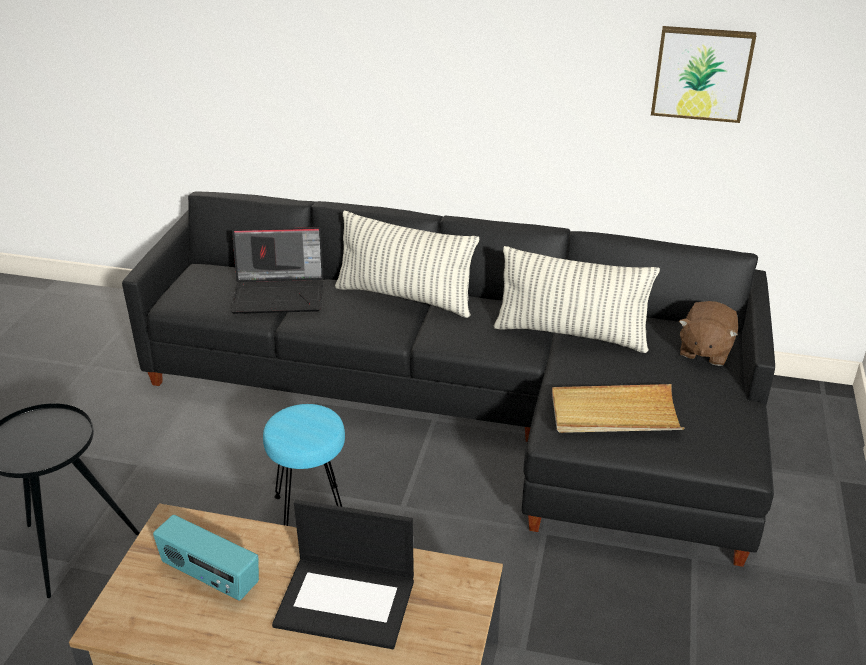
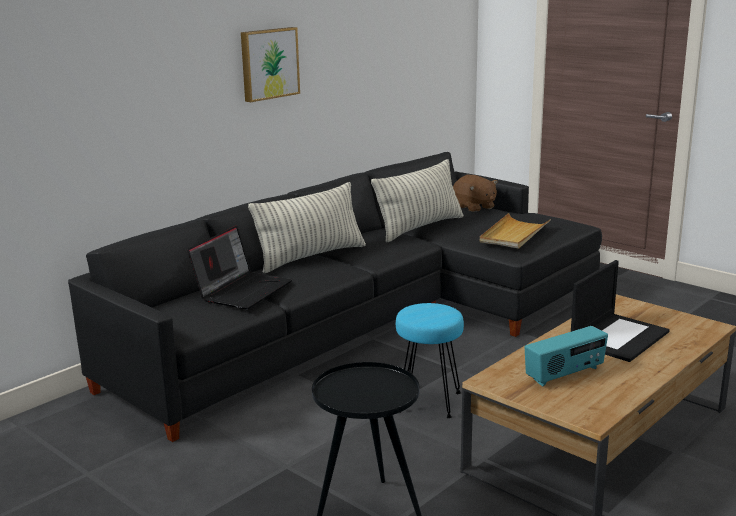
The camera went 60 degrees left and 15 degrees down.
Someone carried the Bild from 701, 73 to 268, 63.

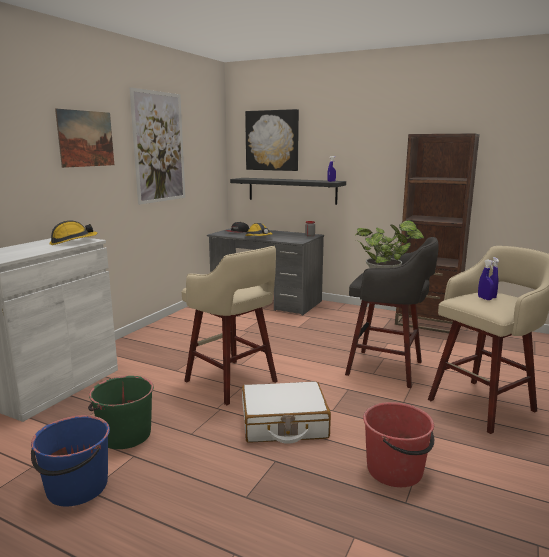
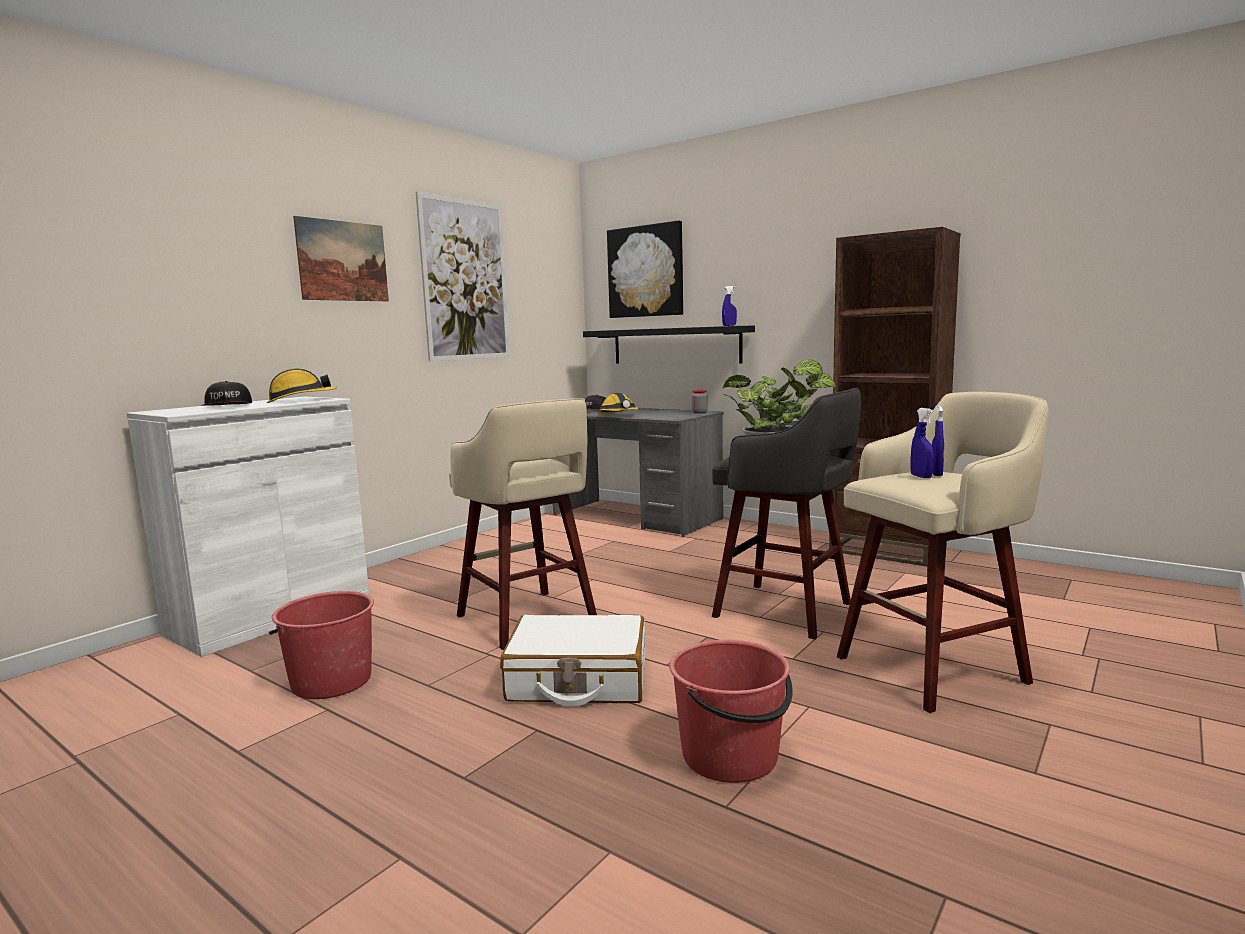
The camera went 10 degrees right and 5 degrees down.
Someone took away the Eimer/blau at 76, 488.
Someone put down the Kappe at 228, 407.
Someone repainted the Eimer/grün at 125, 435, which became the Eimer/rot at 330, 681.

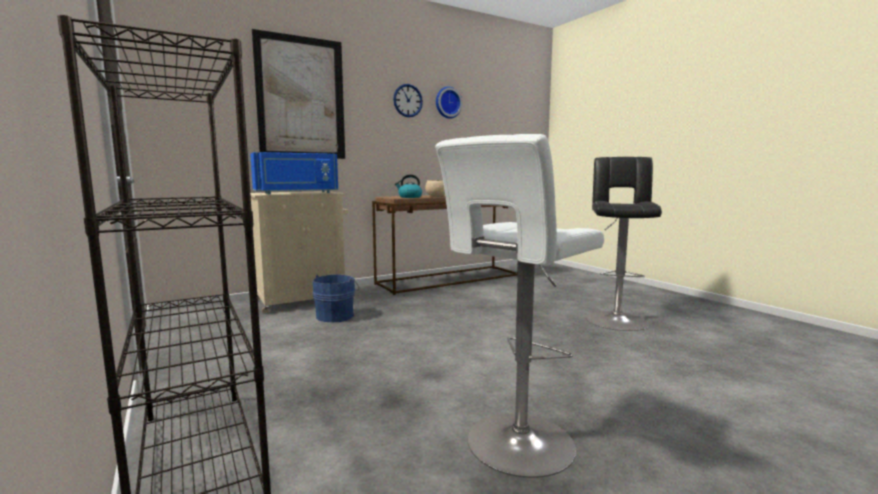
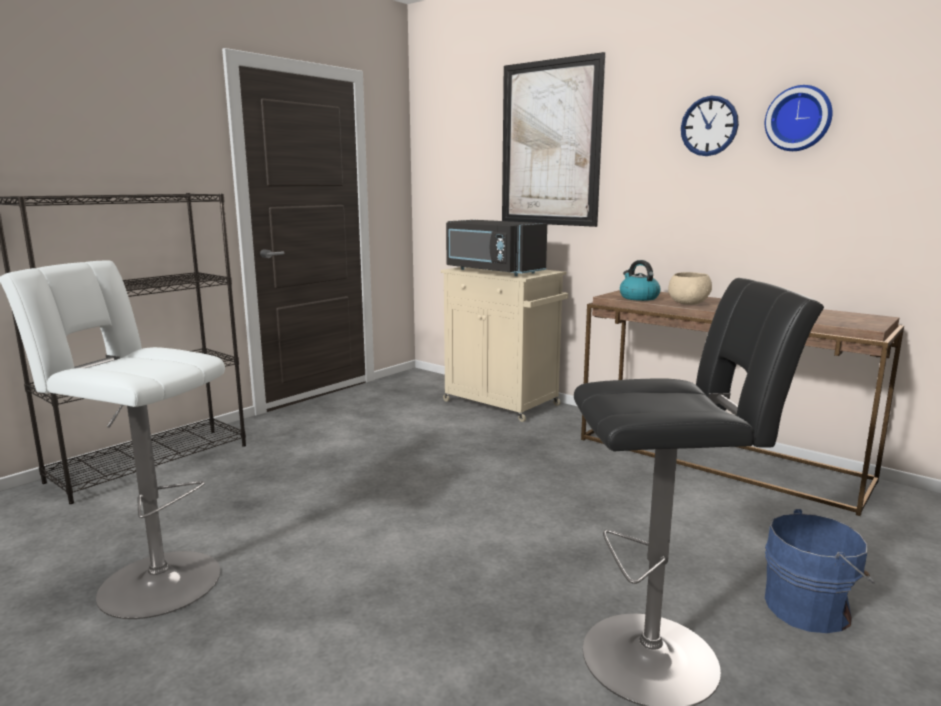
The camera went 70 degrees right and 5 degrees up.
Someone carried the Eimer/blau from 336, 316 to 811, 608.
Someone repainted the Mikrowelle/blau at 296, 193, which became the Mikrowelle/schwarz at 492, 271.

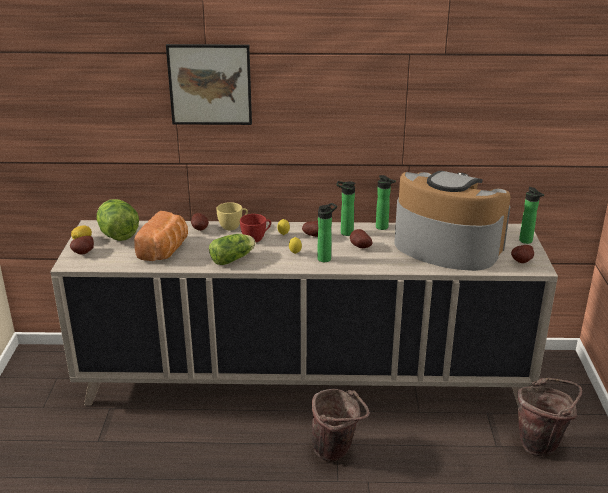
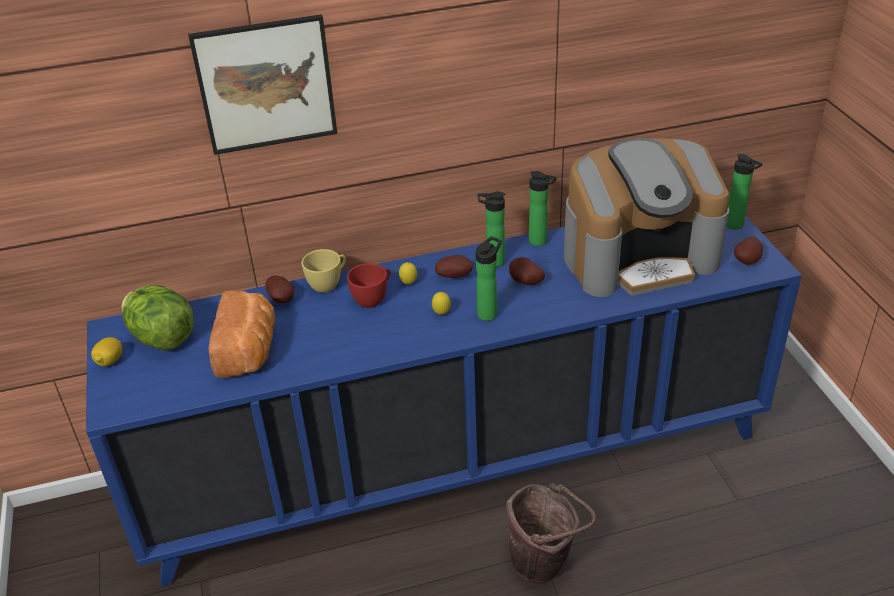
The camera went 15 degrees left and 10 degrees up.
Someone took away the Kartoffel at 84, 253.
Someone took away the Salatkopf at 234, 258.
Someone took away the Eimer/braun at 541, 444.
Someone repainted the Schrank/beige at 304, 380, which became the Schrank/blau at 455, 463.
Someone rotated the Kaffeemaschine at 446, 247 by 150 degrees clockwise.

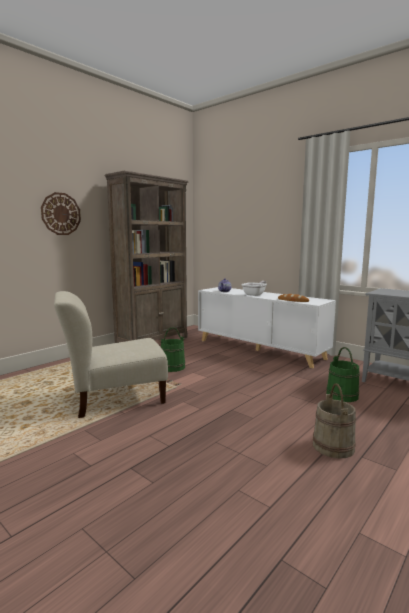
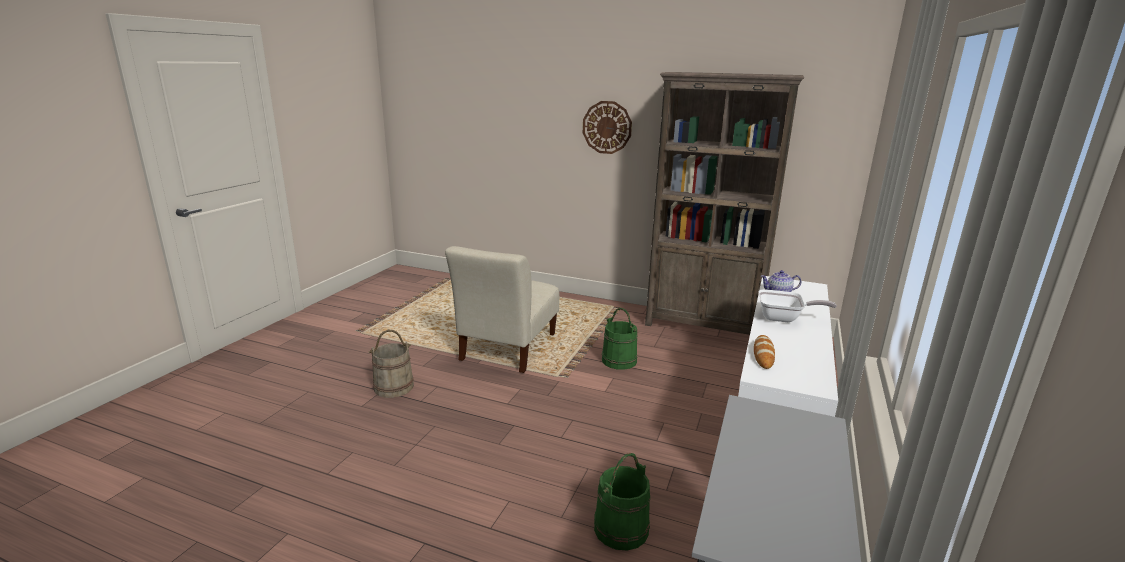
The camera went 70 degrees right and 10 degrees up.
Someone carried the Eimer/beige from 333, 446 to 393, 387.
Someone rotated the Stuhl/beige at 114, 398 by 120 degrees counterclockwise.

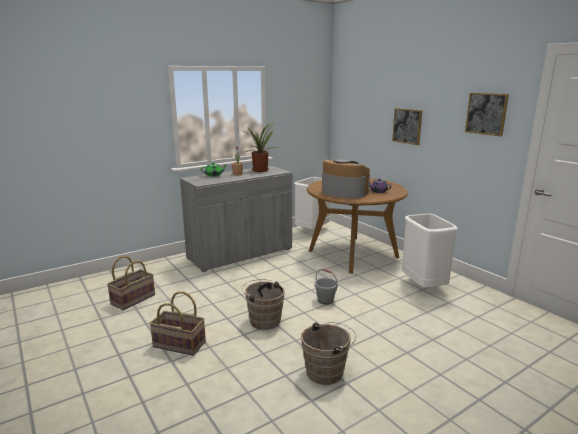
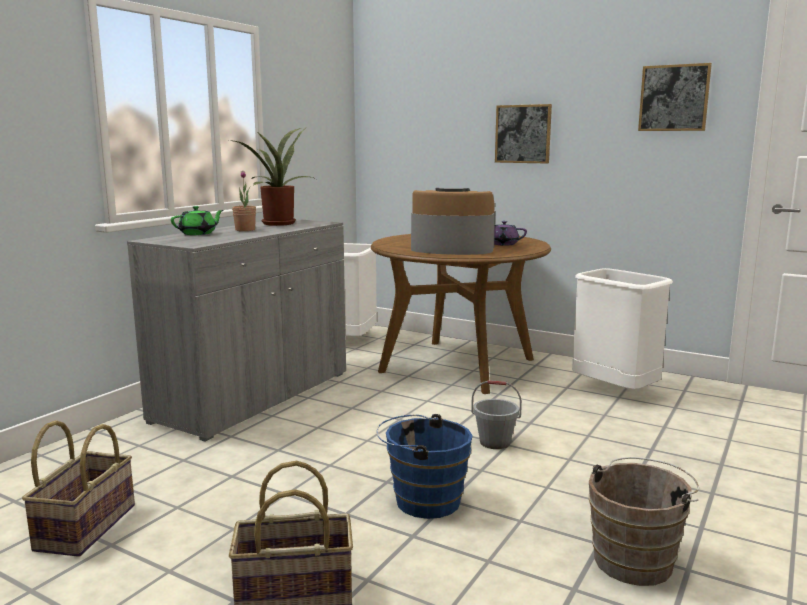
The camera went 25 degrees left and 5 degrees down.
Someone repainted the Eimer/braun at 263, 320, which became the Eimer/blau at 422, 500.

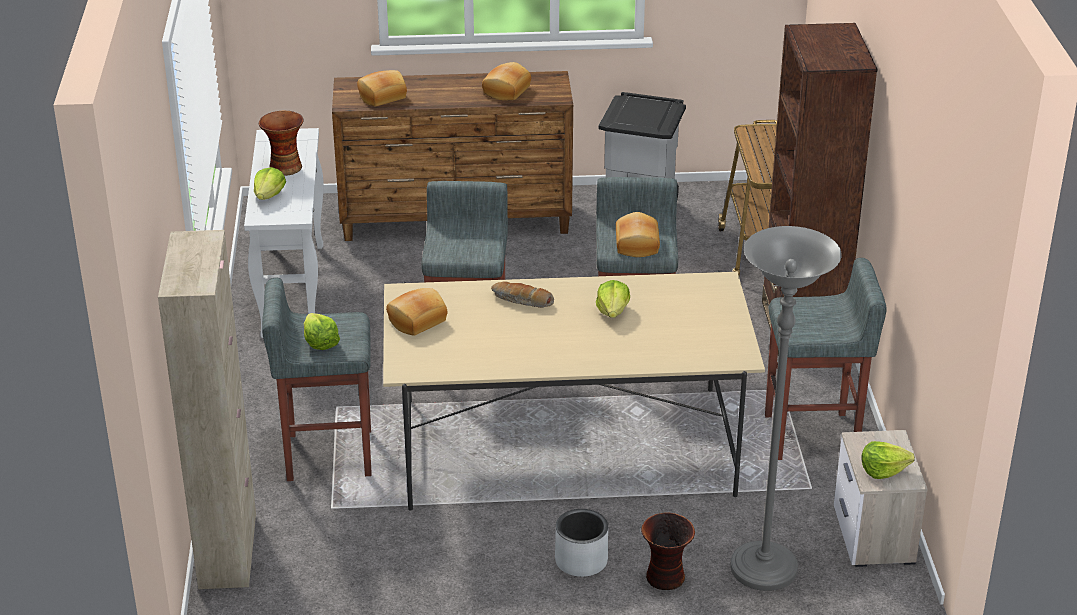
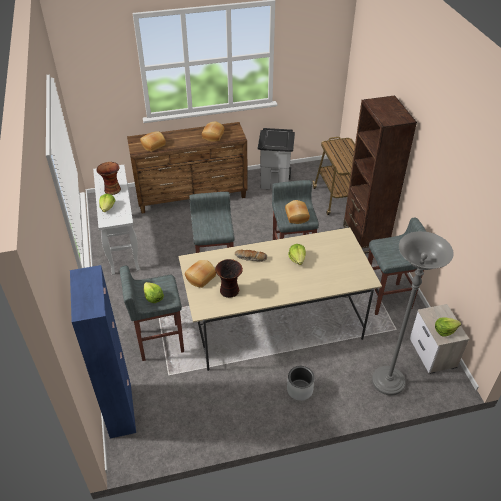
The camera went 10 degrees left and 10 degrees up.
Someone carried the Vase from 666, 578 to 229, 291.
Someone repainted the Schrank/beige at 228, 550, which became the Schrank/blau at 121, 410.

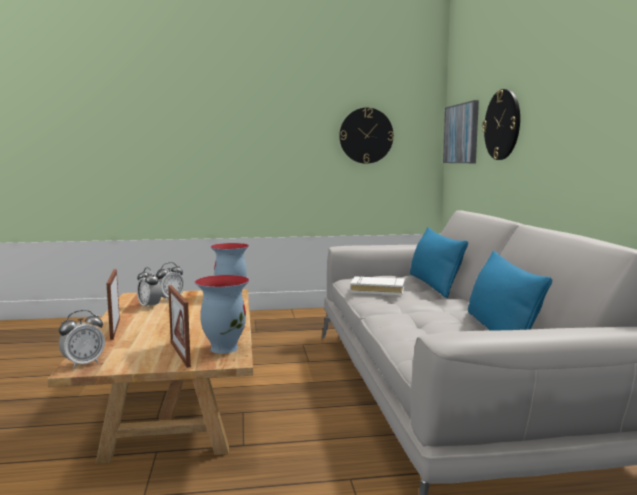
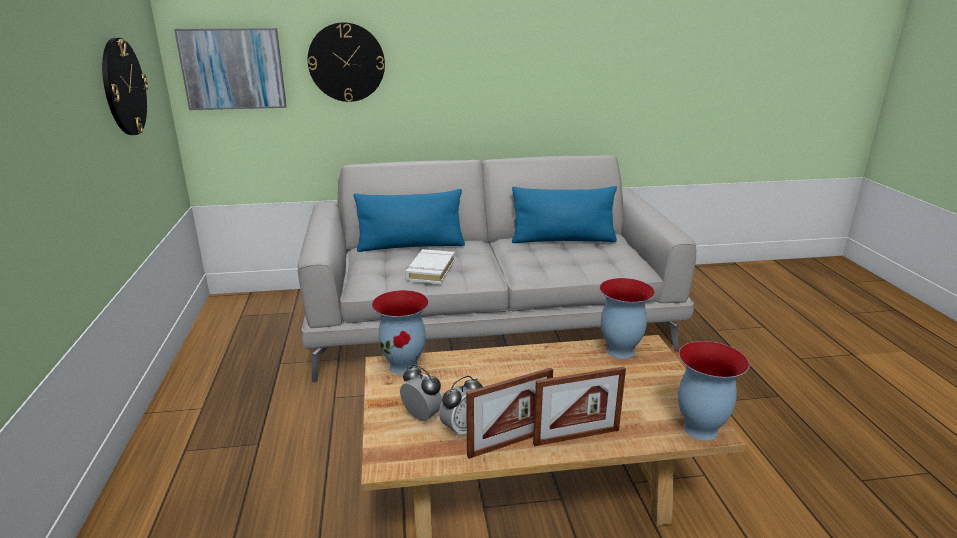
The camera went 90 degrees left and 15 degrees up.
Someone carried the Bilderrahmen from 180, 354 to 509, 443.
Someone swapped the Wecker at 83, 363 for the Vase at 699, 429.

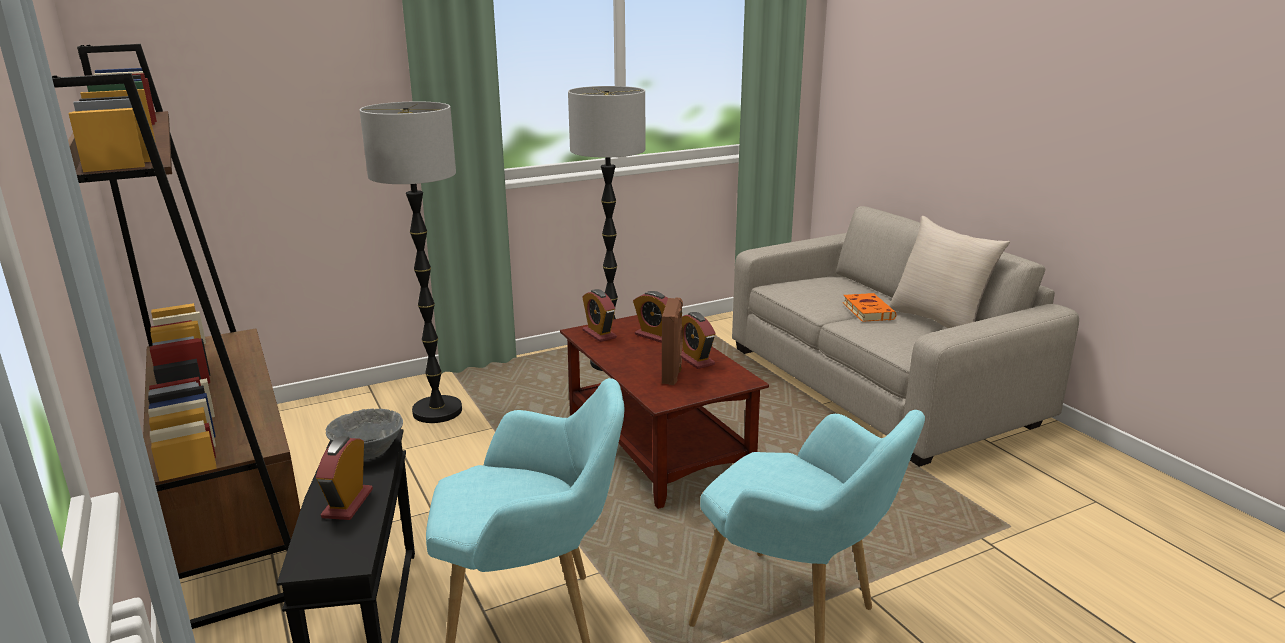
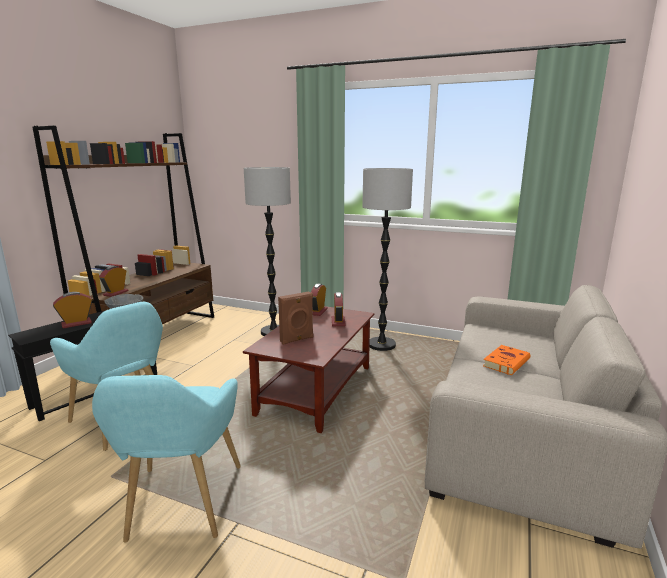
The camera went 50 degrees right and 5 degrees down.
Someone took away the Kissen/beige at 939, 322.
Someone carried the Wecker from 695, 360 to 116, 293.

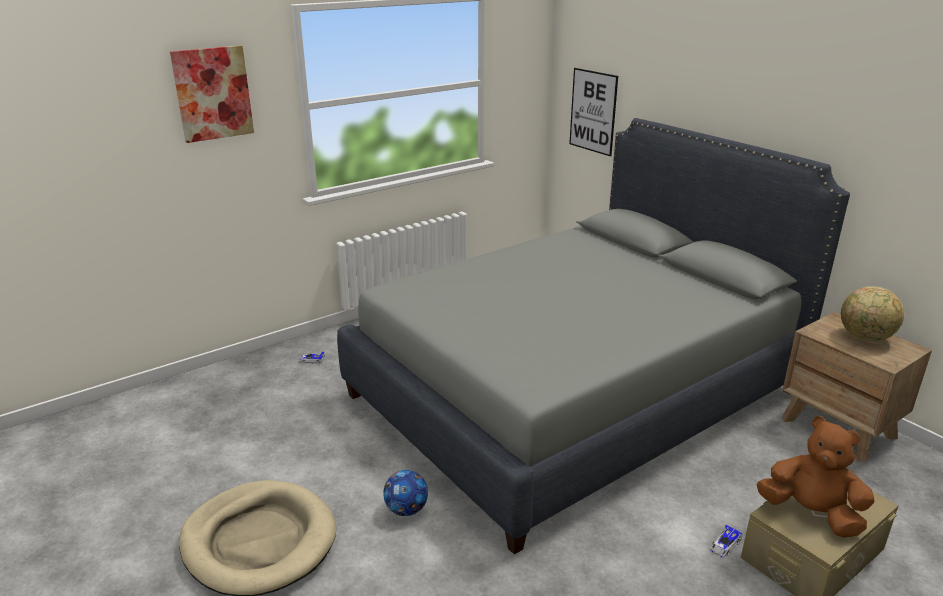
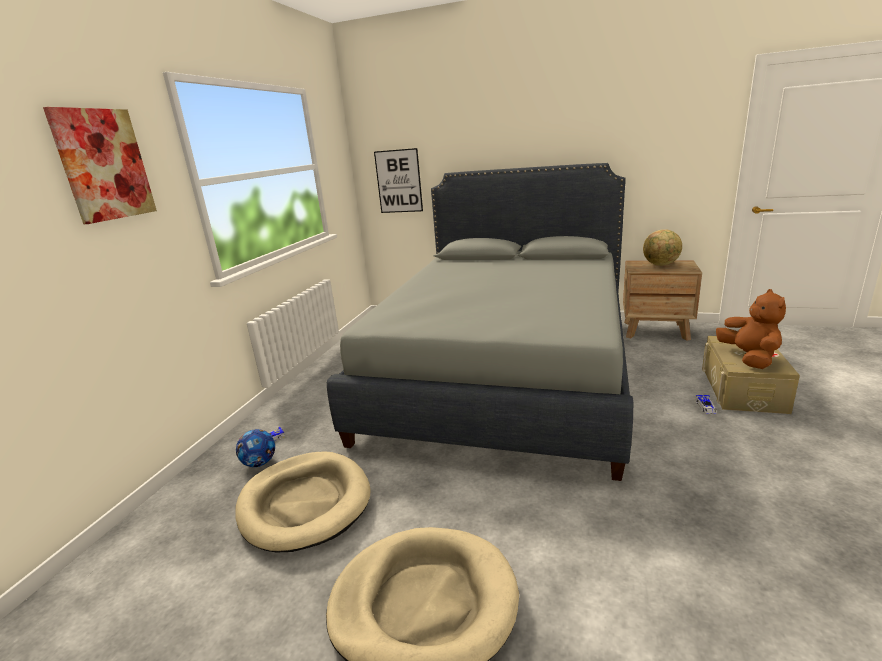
The camera went 35 degrees left and 5 degrees down.
Someone put down the Hundebett/beige at 305, 503.
Someone carried the Fußball from 406, 509 to 259, 463.
Someone rotated the Plüschtier/braun at 811, 514 by 90 degrees clockwise.

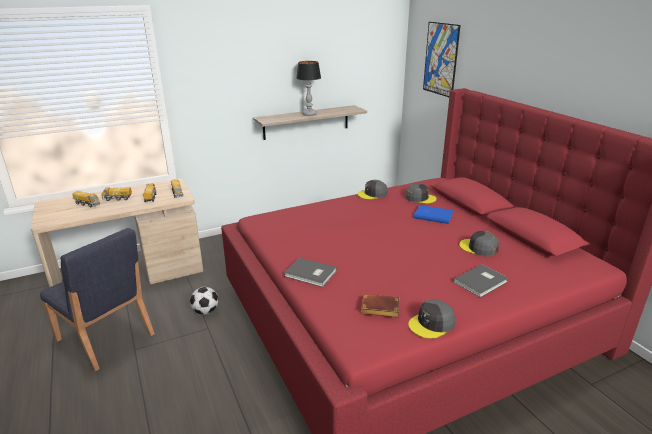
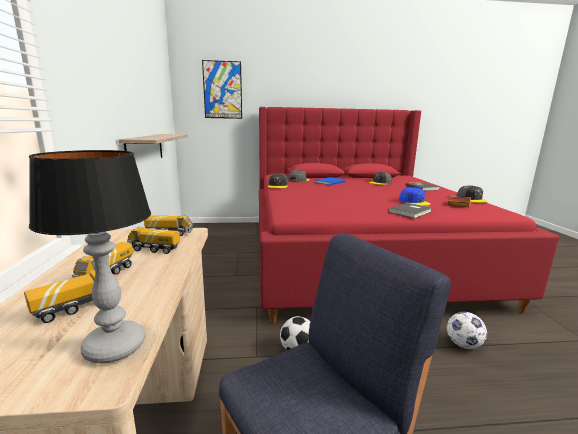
The camera went 70 degrees left and 10 degrees down.
Someone put down the Kappe/blau at 414, 202.
Someone put down the Fußball at 463, 345.
Someone carried the Tischlampe from 309, 114 to 116, 346.

